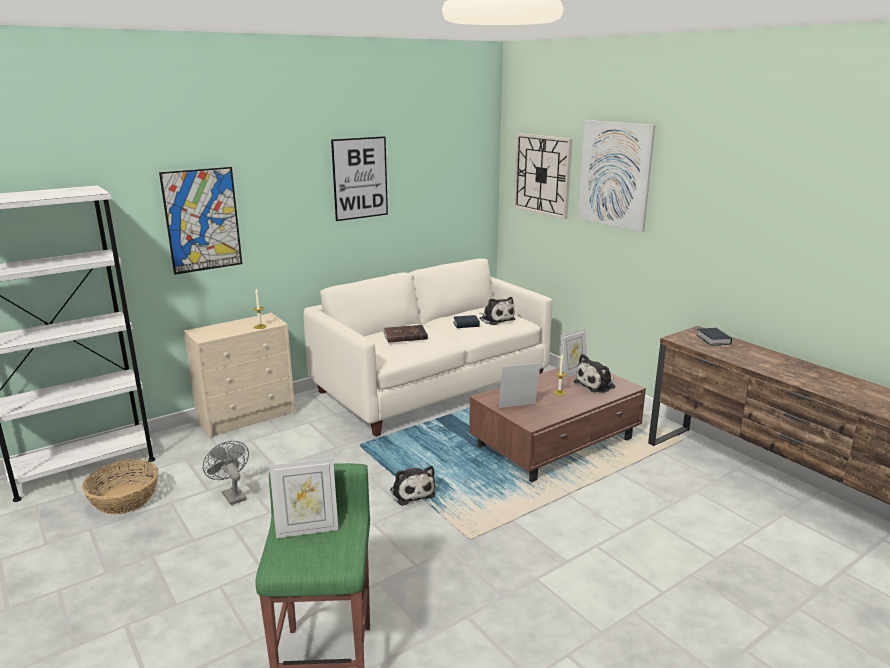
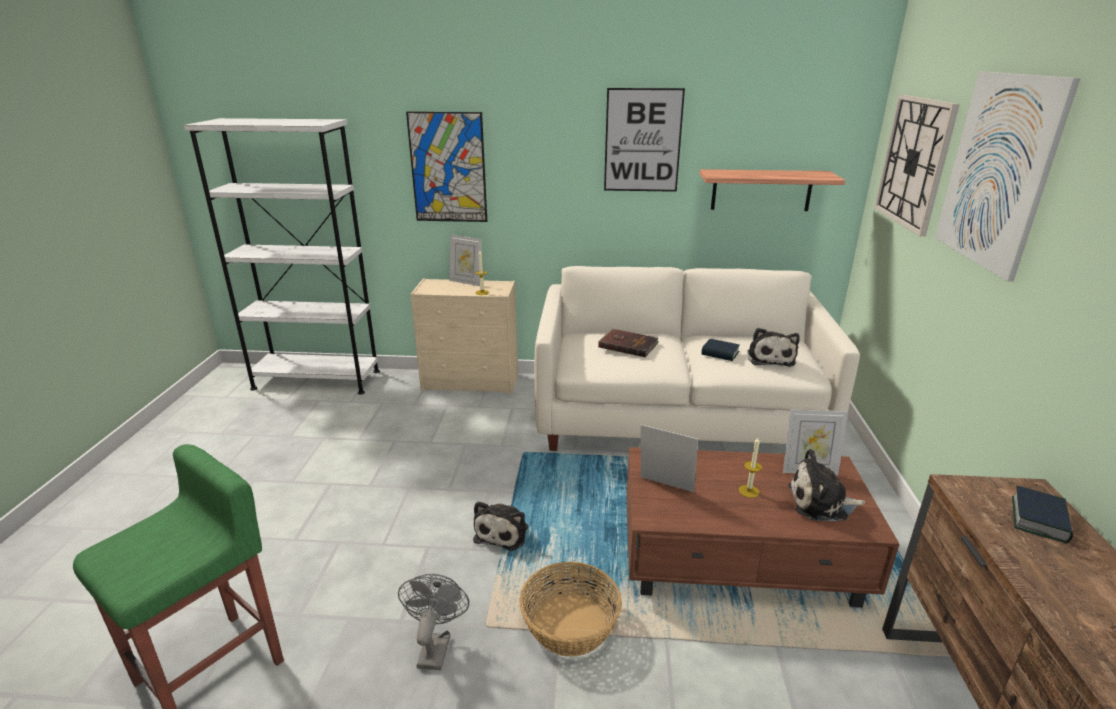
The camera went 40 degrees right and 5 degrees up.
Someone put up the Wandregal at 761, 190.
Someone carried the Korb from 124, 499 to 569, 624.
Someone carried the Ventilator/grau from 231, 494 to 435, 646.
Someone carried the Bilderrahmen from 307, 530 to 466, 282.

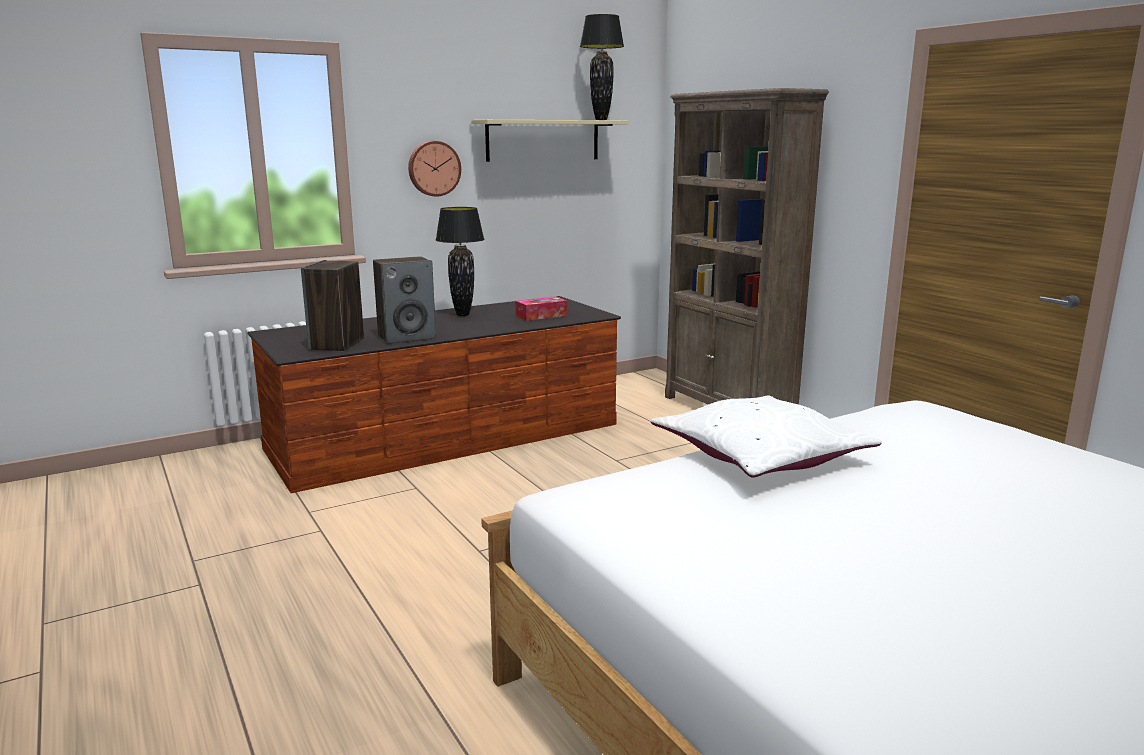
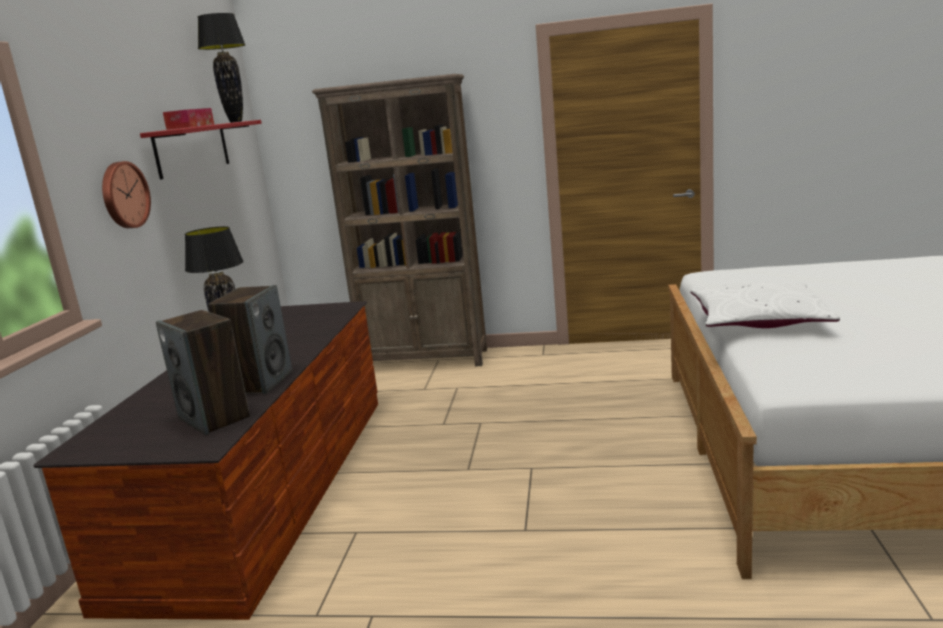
The camera went 50 degrees left and 0 degrees up.
Someone carried the Taschentuchbox from 541, 316 to 191, 127.
Someone repainted the Wandregal/beige at 543, 140, which became the Wandregal/rot at 192, 149.

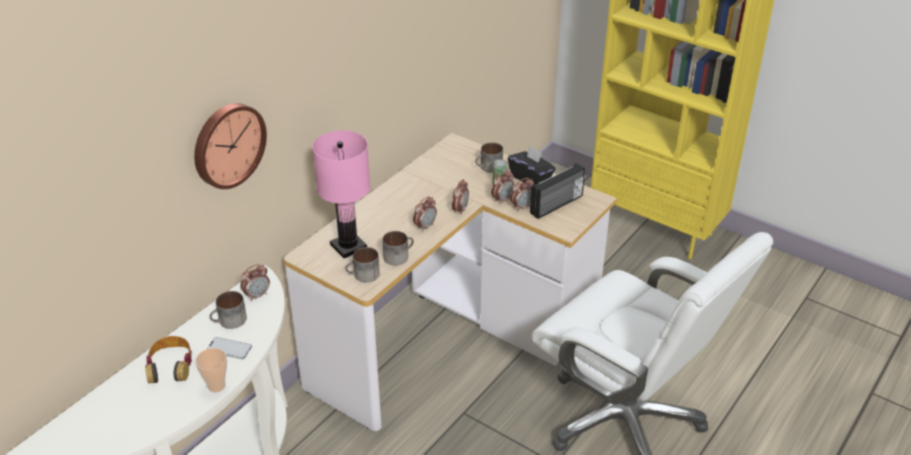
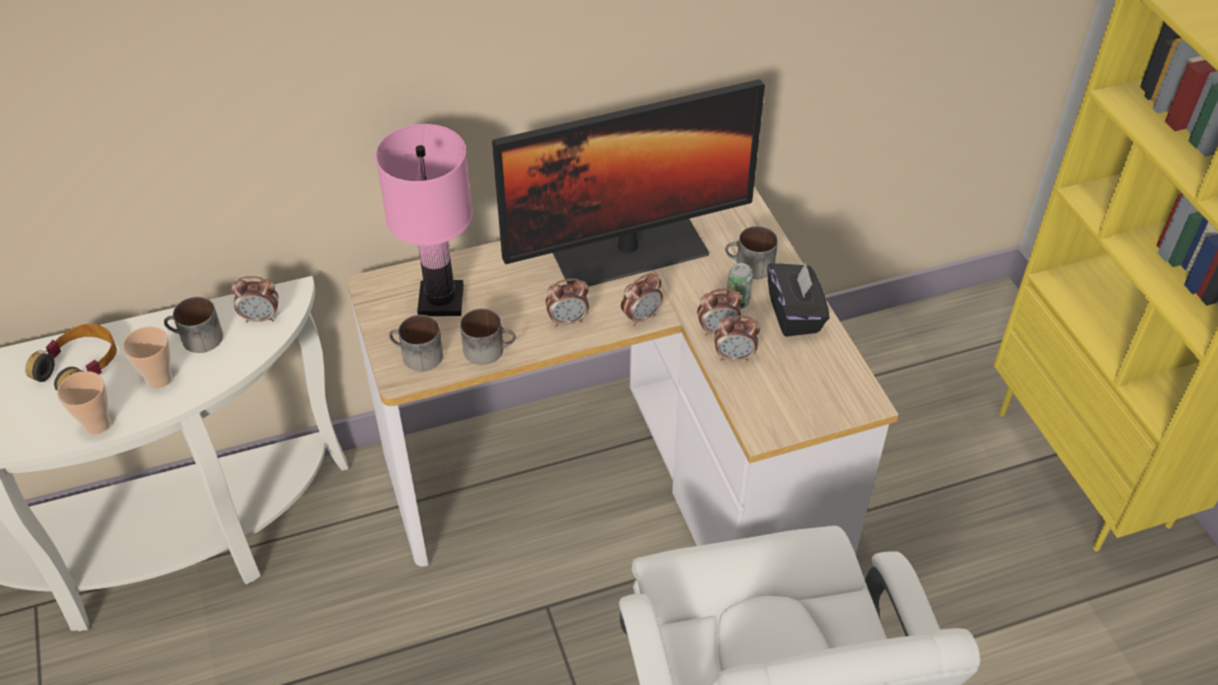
The camera went 35 degrees right and 10 degrees up.
Someone took away the Wanduhr at 227, 144.
Someone took away the Radio at 557, 205.
Someone put down the Monitor at 629, 251.
Someone swapped the Handy at 229, 349 for the Tasse at 159, 379.

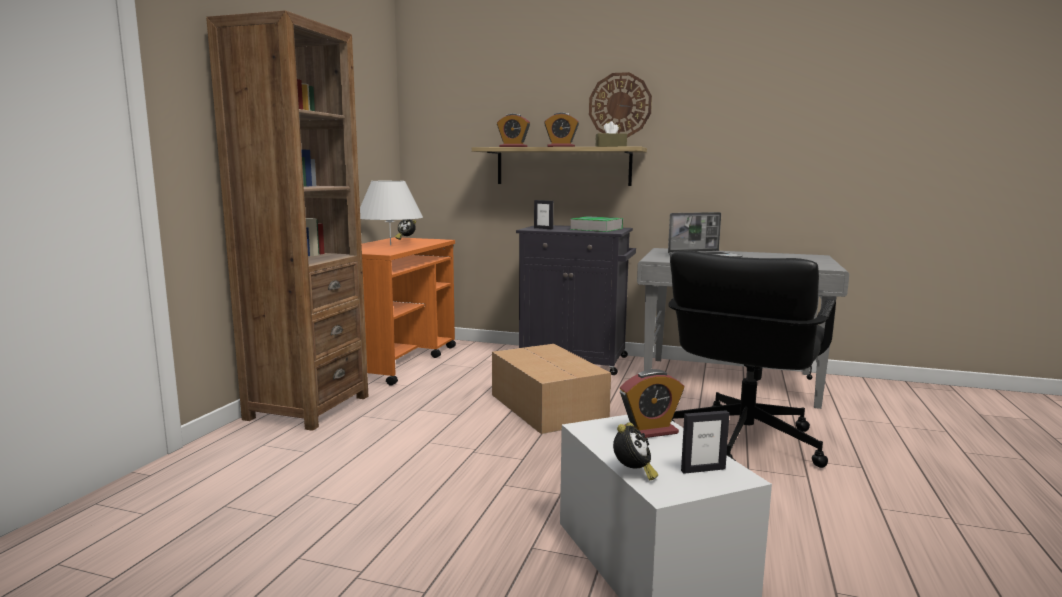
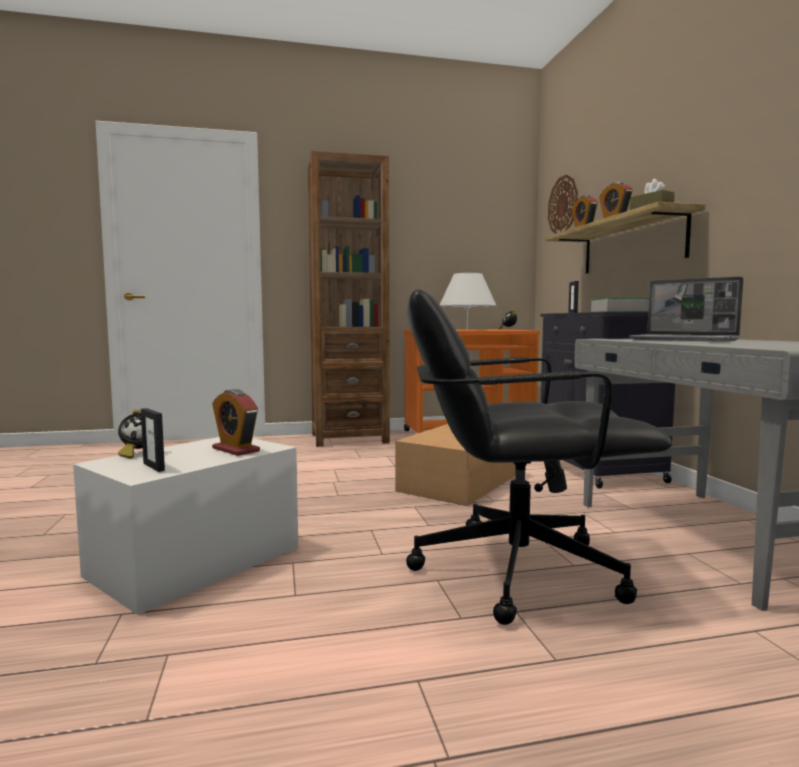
The camera went 60 degrees right and 5 degrees down.
Someone carried the Wanduhr from 620, 105 to 563, 205.

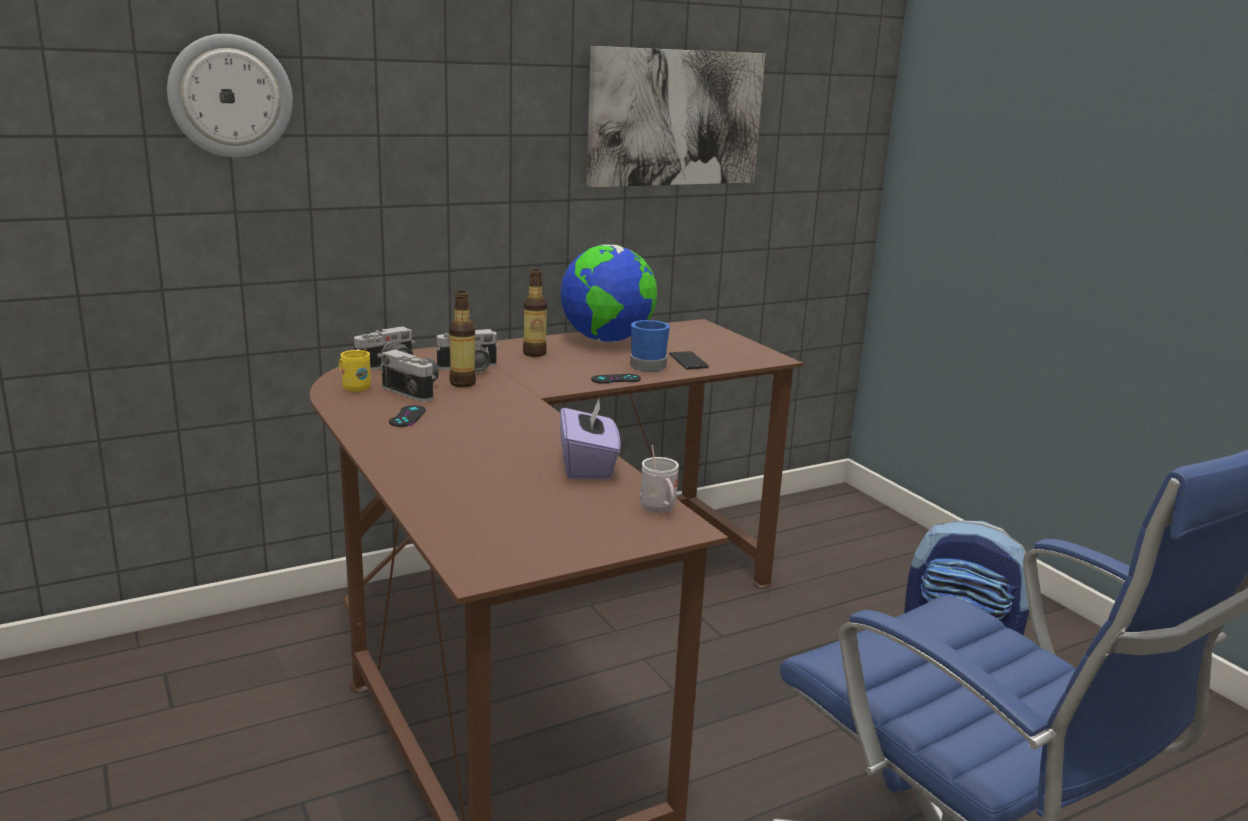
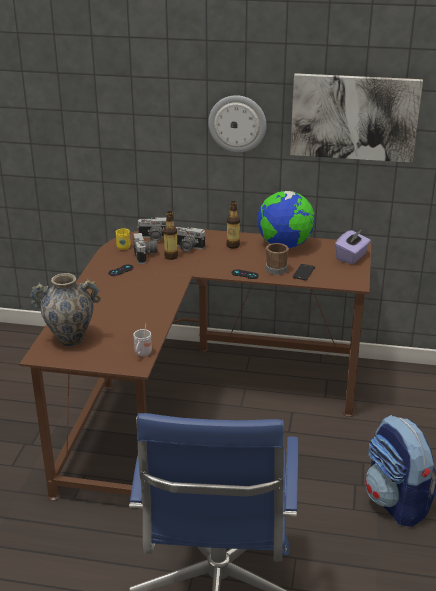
The camera went 40 degrees right and 10 degrees up.
Someone put down the Vase at 70, 339.
Someone carried the Wanduhr from 230, 96 to 237, 123.
Someone carried the Taschentuchbox/lila from 588, 466 to 351, 257.
Someone repainted the Henkelbecher/blau at 646, 364, which became the Henkelbecher/braun at 276, 268.

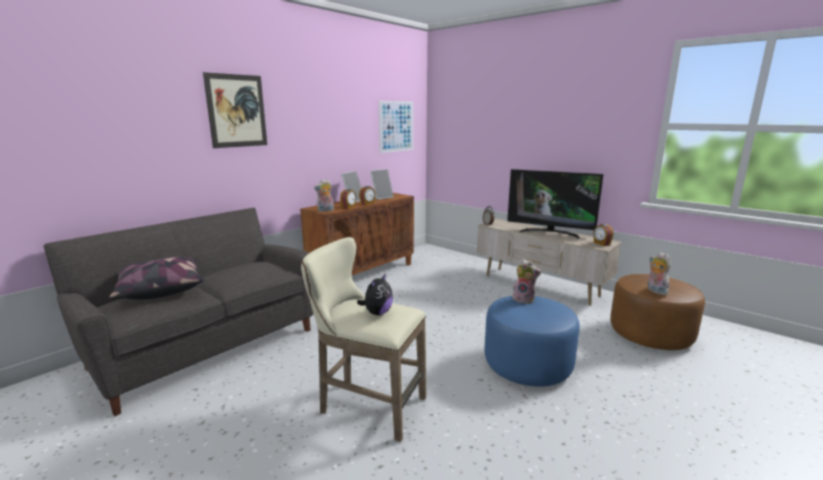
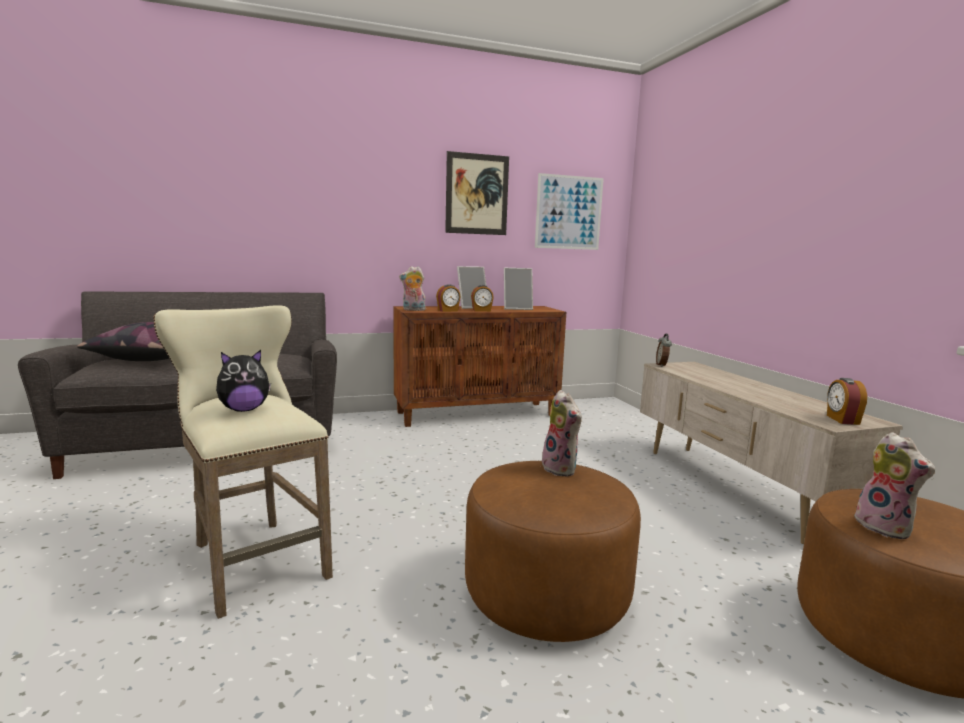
The camera went 30 degrees right and 5 degrees down.
Someone took away the Fernseher at 549, 232.
Someone carried the Bild from 237, 111 to 477, 194.
Someone repainted the Polsterhocker/blau at 527, 365, which became the Polsterhocker/braun at 546, 594.
Someone rotated the Plüschtier at 655, 291 by 150 degrees clockwise.

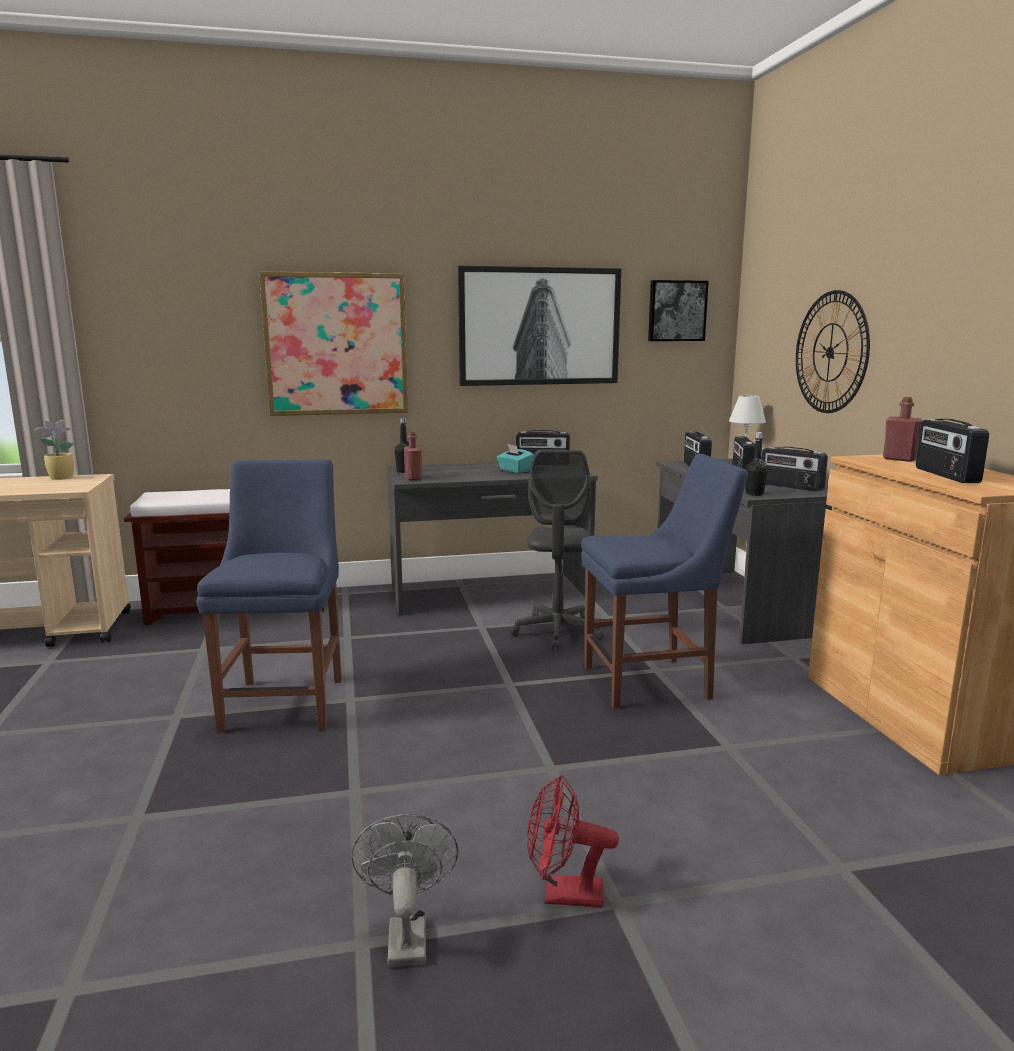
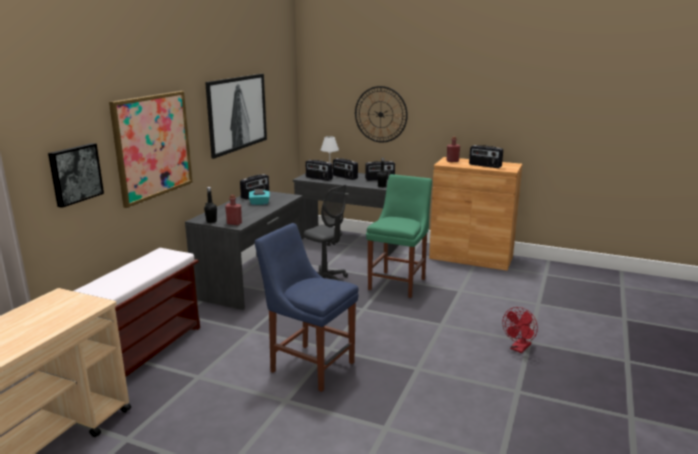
The camera went 55 degrees left and 5 degrees up.
Someone took away the Topfpflanze at 60, 478.
Someone took away the Ventilator/grau at 406, 934.
Someone carried the Bild from 676, 311 to 75, 174.
Someone repainted the Stuhl/blau at 653, 682, which became the Stuhl/grün at 398, 283.

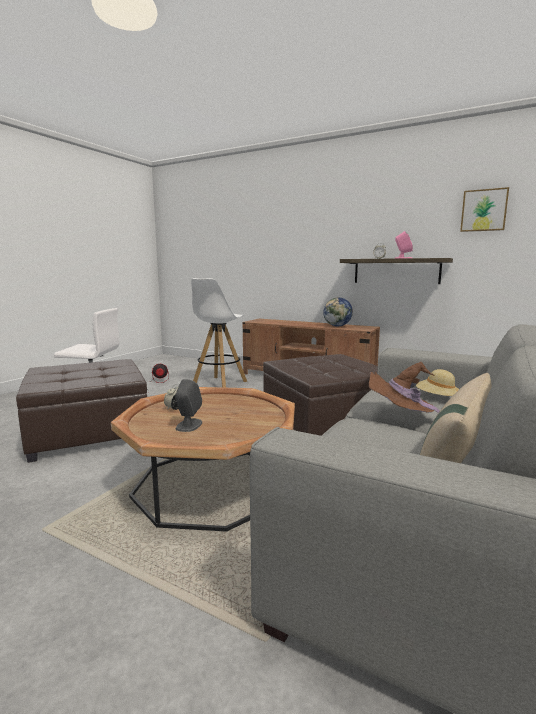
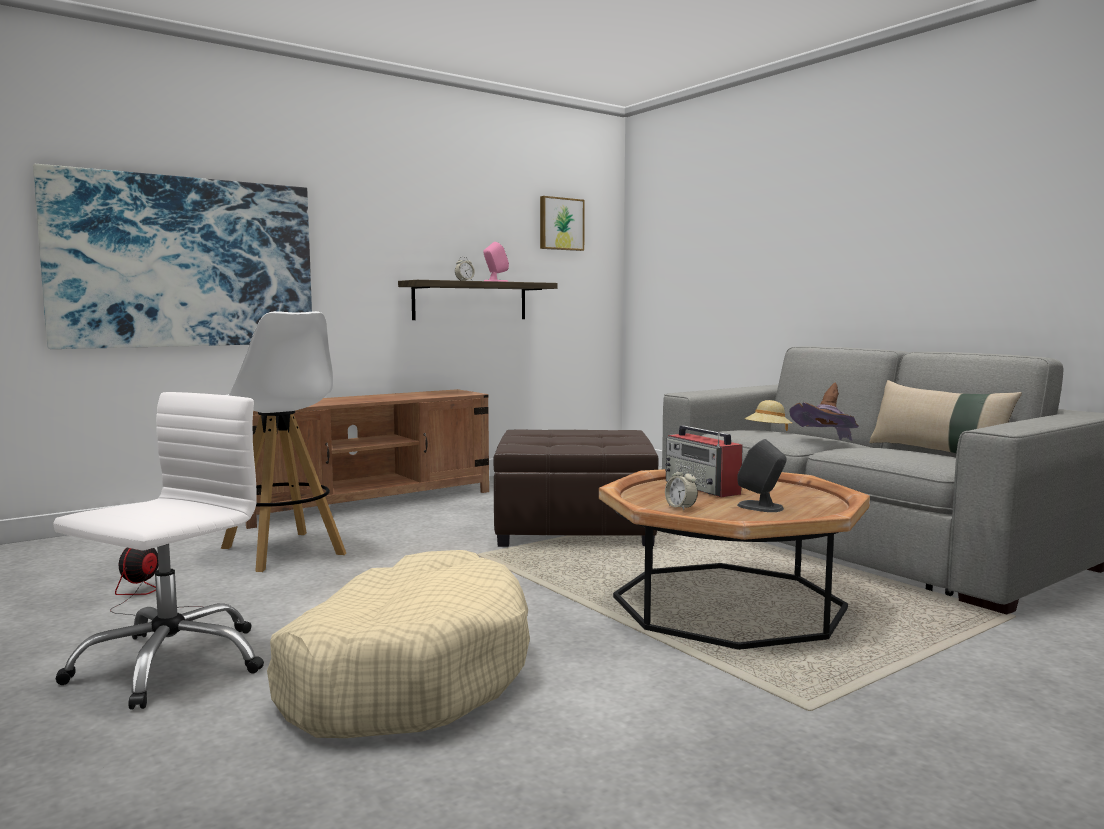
The camera went 65 degrees left and 5 degrees down.
Someone took away the Globus at 337, 326.
Someone put up the Bild at 185, 262.
Someone put down the Radio at 702, 488.
Someone swapped the Polsterhocker/braun at 88, 432 for the Hundebett/beige at 406, 674.

